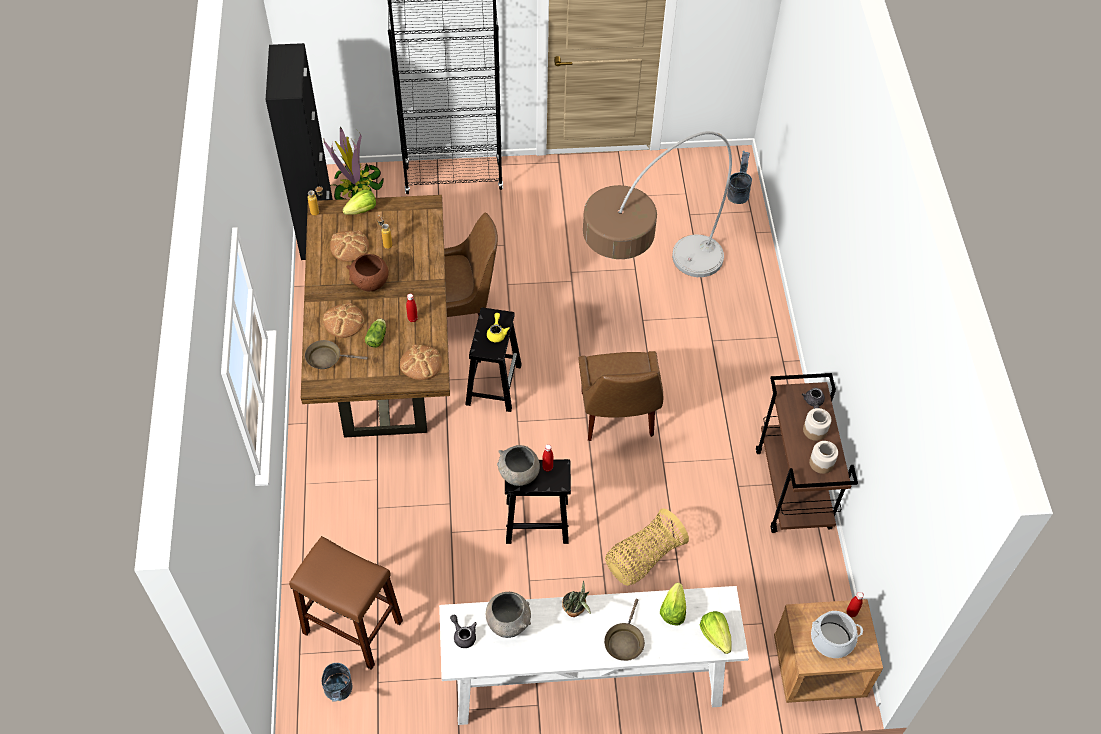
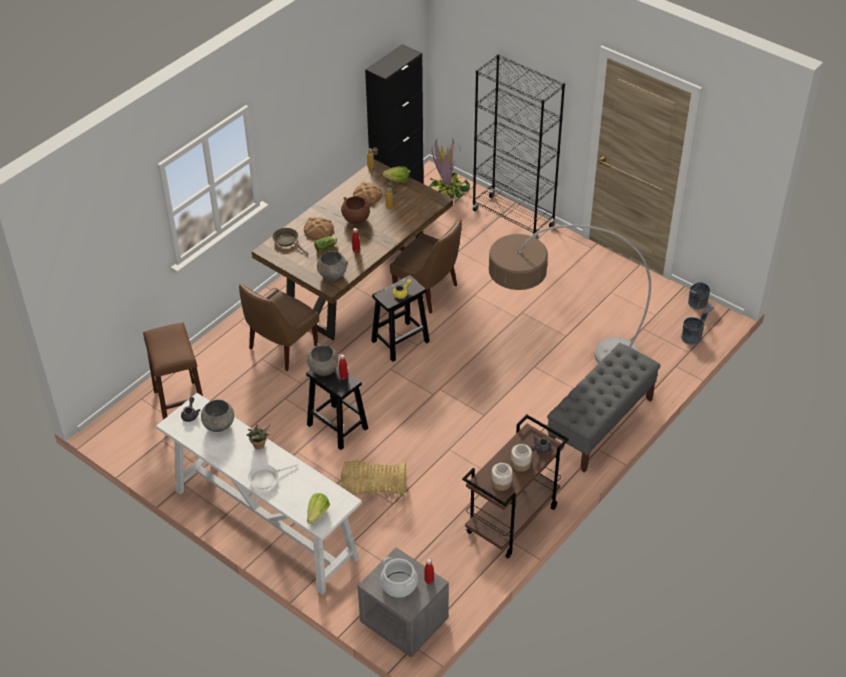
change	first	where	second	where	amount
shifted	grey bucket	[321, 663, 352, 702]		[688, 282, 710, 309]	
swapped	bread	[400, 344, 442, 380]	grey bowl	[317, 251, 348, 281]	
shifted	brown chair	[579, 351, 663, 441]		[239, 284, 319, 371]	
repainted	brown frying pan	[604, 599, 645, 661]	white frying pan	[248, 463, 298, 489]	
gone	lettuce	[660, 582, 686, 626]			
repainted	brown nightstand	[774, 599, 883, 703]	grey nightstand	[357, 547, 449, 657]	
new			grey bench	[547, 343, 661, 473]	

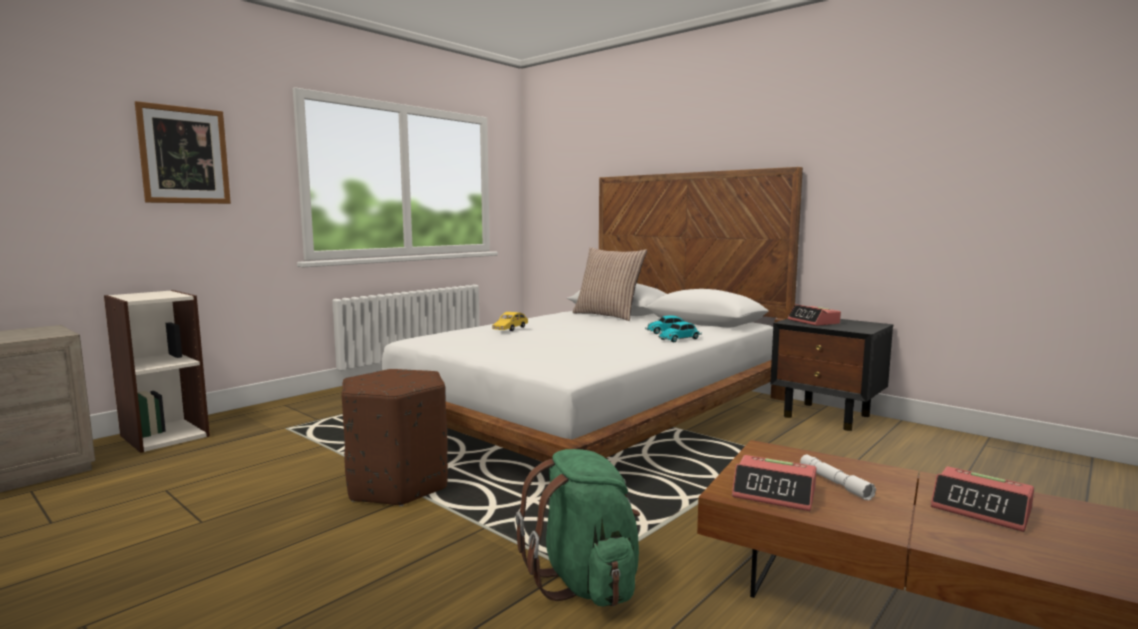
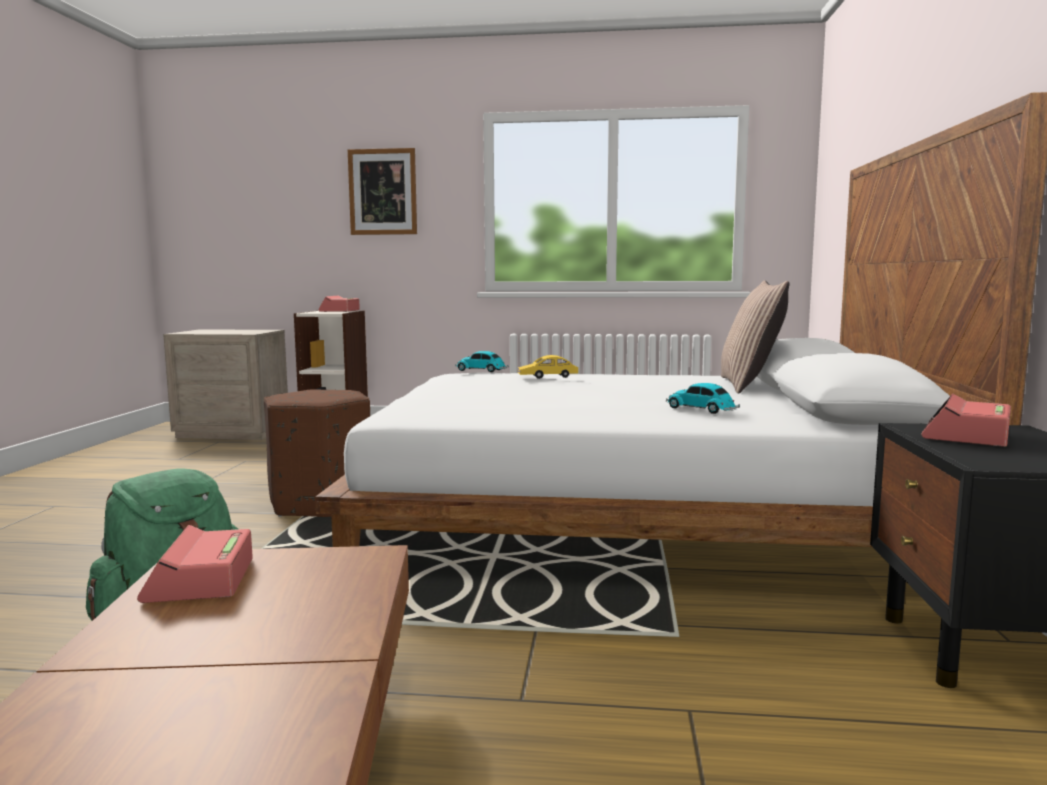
change	first	where	second	where	amount
shifted	toy car	[658, 322, 702, 343]		[455, 351, 509, 372]	
gone	white flashlight	[800, 454, 876, 500]			
shifted	alarm clock	[931, 467, 1034, 532]		[318, 296, 360, 312]	

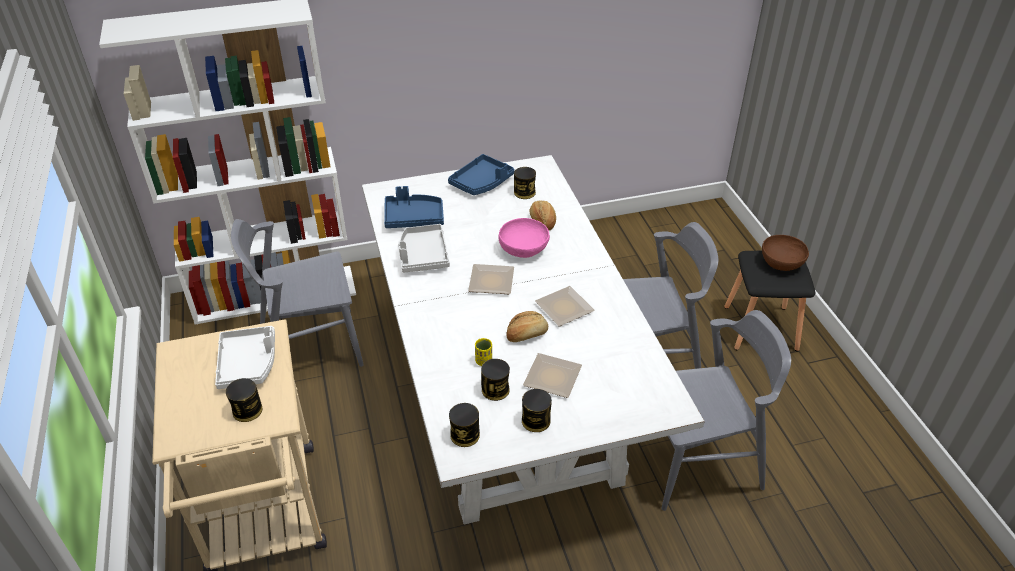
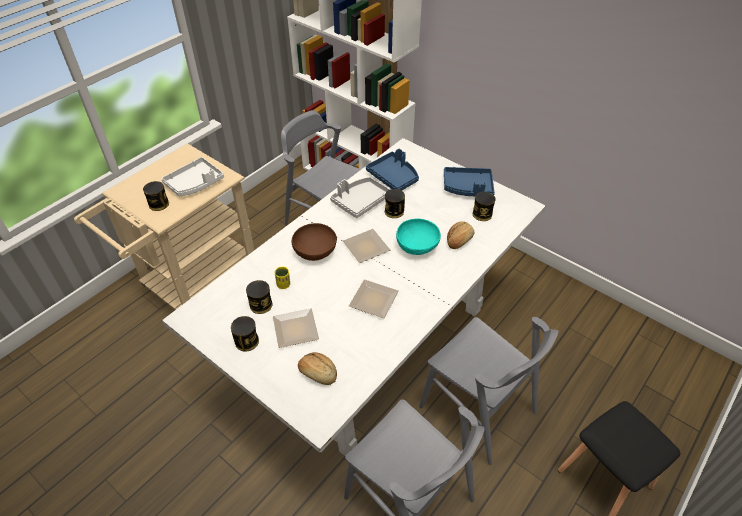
change	first	where	second	where	amount
shifted	can	[449, 403, 480, 447]		[385, 189, 405, 218]	
repainted	pink bowl	[498, 218, 550, 258]	turquoise bowl	[396, 218, 441, 255]	
shifted	bread	[506, 311, 548, 342]		[298, 352, 337, 385]	
shifted	brown bowl	[762, 235, 809, 271]		[292, 223, 337, 261]	

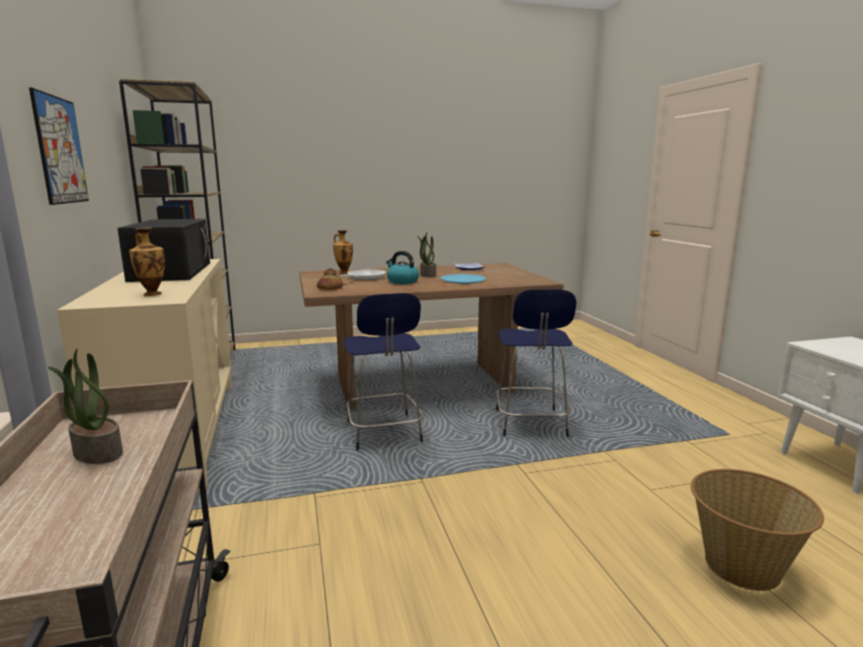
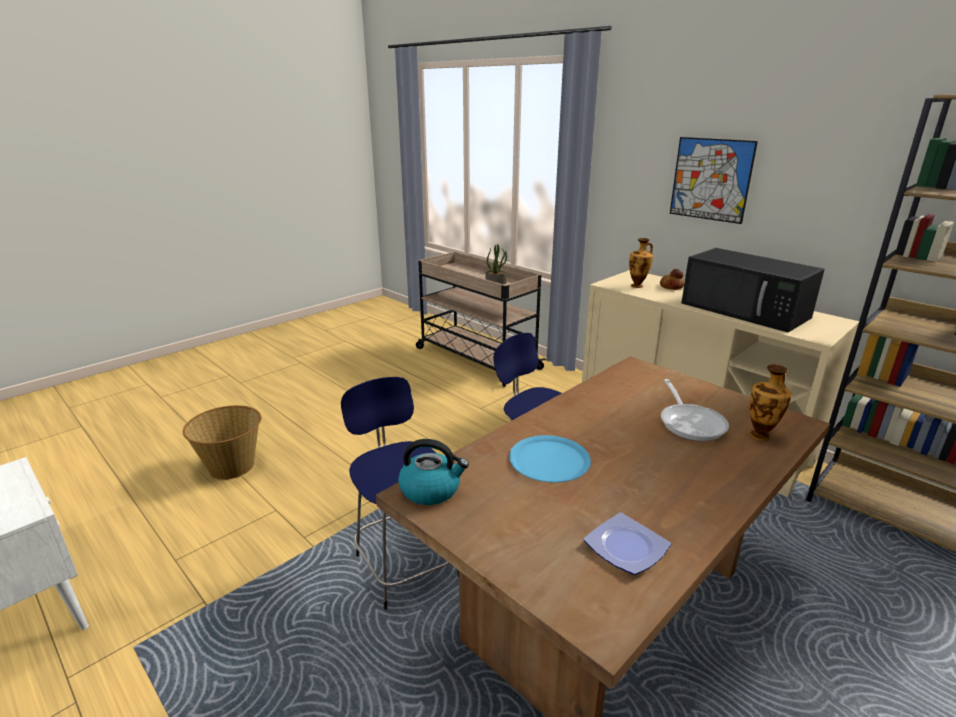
change	first	where	second	where	amount
shifted	bread	[317, 268, 343, 290]		[660, 269, 685, 290]	
shifted	kettle	[386, 251, 419, 284]		[398, 439, 469, 505]	
gone	potted plant	[417, 232, 436, 277]			

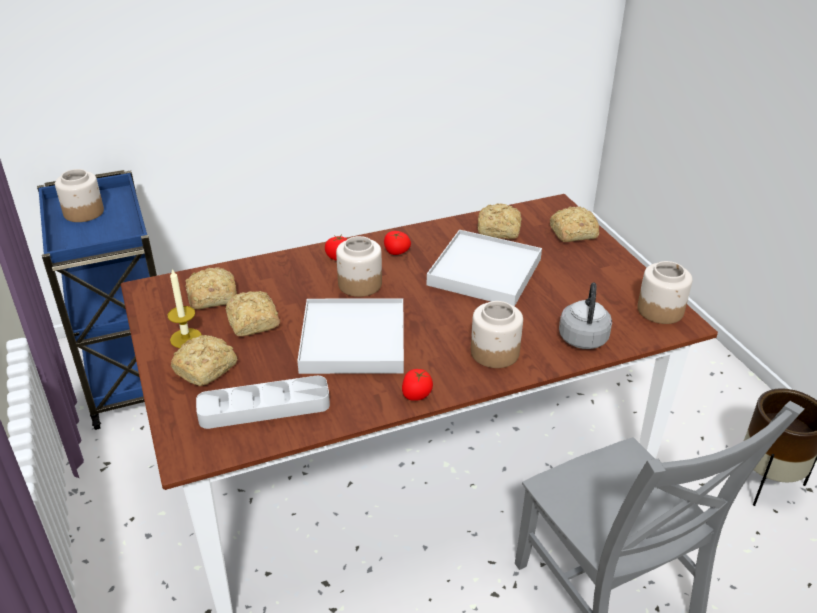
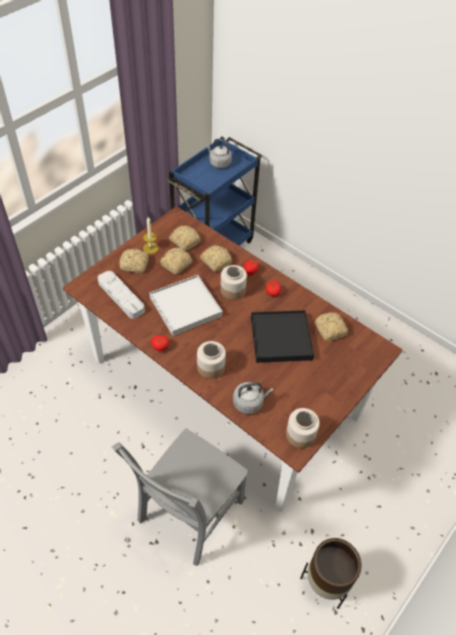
change	first	where	second	where	amount
swapped	jar	[55, 169, 104, 222]	grey kettle	[206, 139, 232, 168]	
repainted	white tray	[427, 230, 542, 306]	black tray	[251, 310, 314, 363]	
shifted	bread	[550, 206, 599, 242]		[200, 245, 232, 272]	

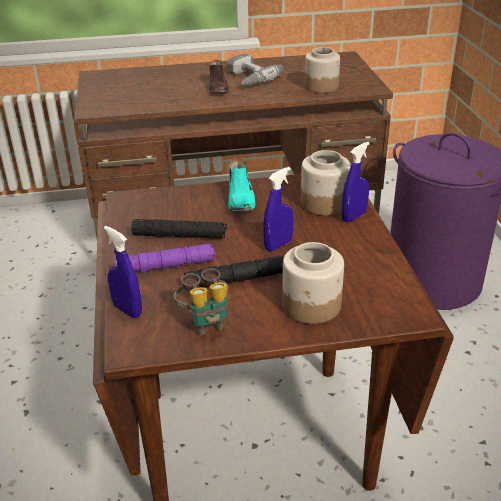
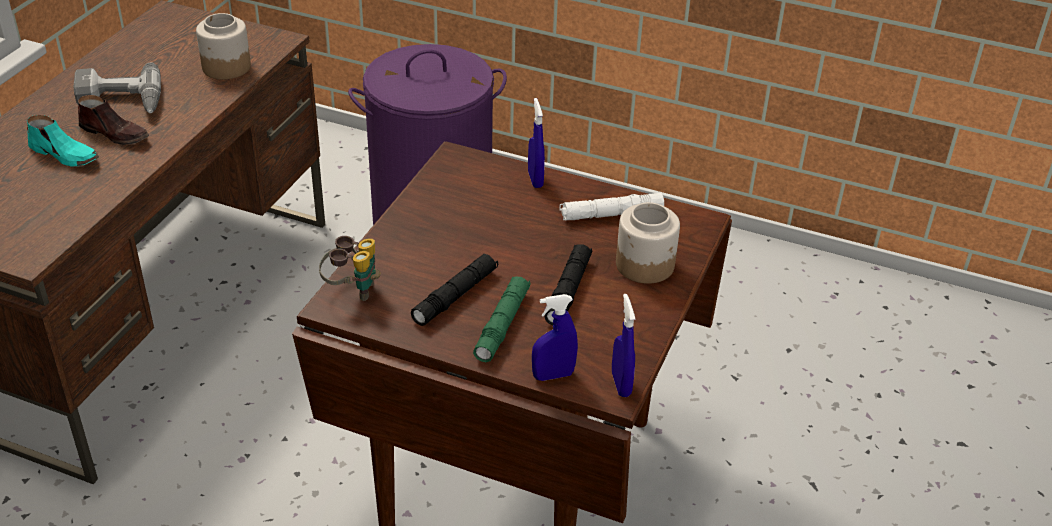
change	first	where	second	where	amount
repainted	purple flashlight	[114, 243, 216, 272]	green flashlight	[473, 277, 531, 362]	
shifted	binoculars	[174, 268, 228, 336]		[319, 236, 381, 301]	
shifted	turquoise shoe	[228, 158, 256, 211]		[27, 115, 99, 166]	
shifted	blue spray bottle	[263, 167, 293, 251]		[612, 294, 635, 397]	
gone	jar	[301, 150, 351, 215]			
new			white flashlight	[559, 193, 664, 220]	

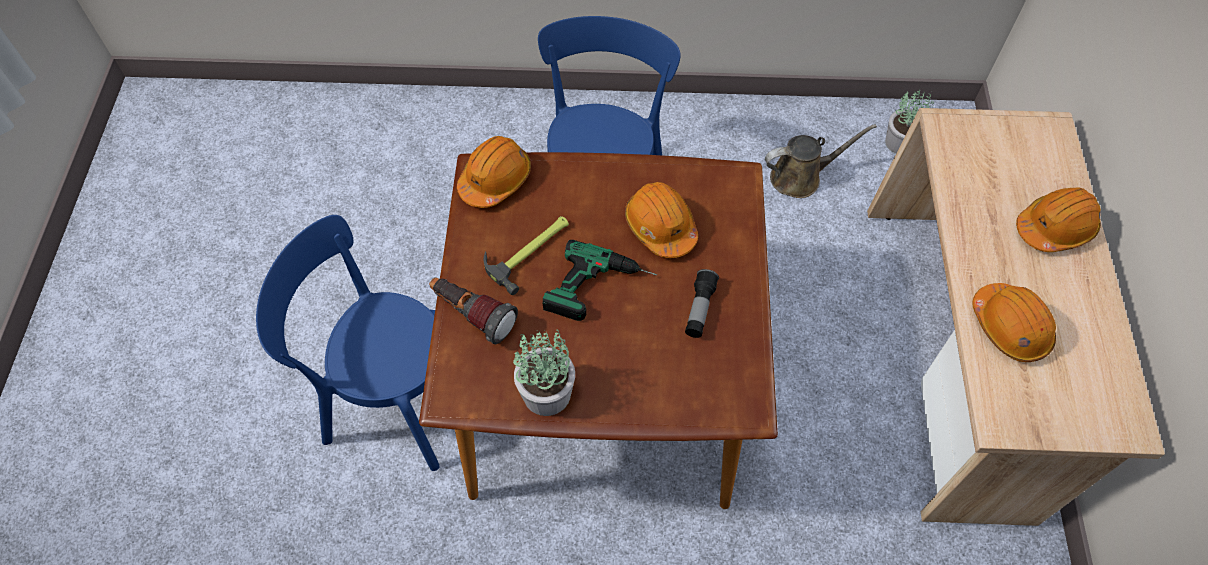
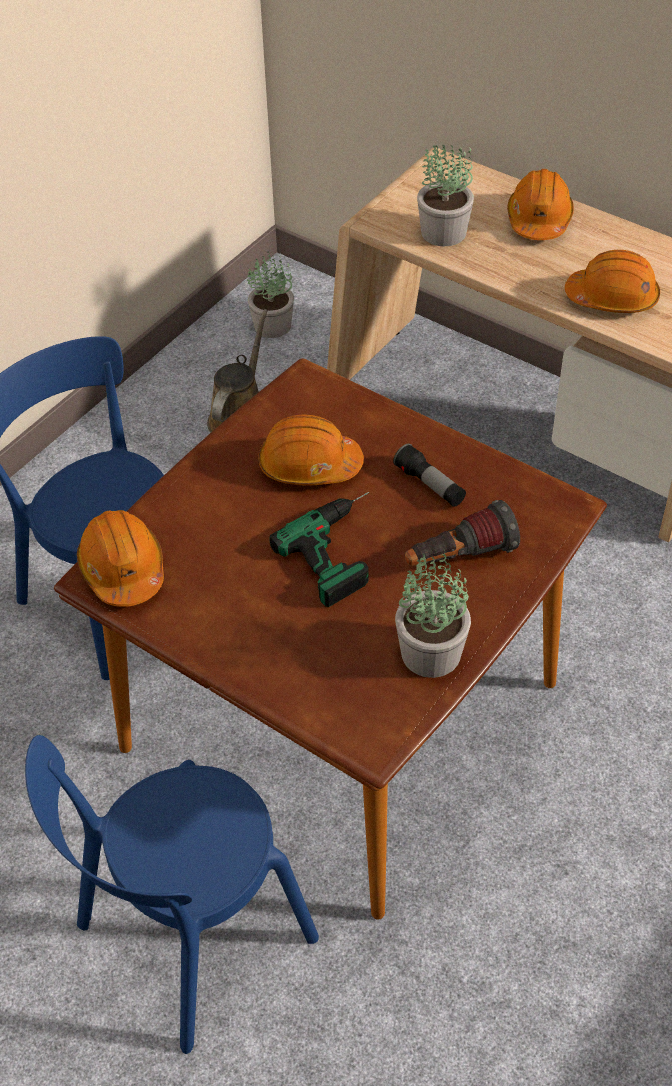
change	first	where	second	where	amount
shifted	flashlight	[429, 277, 518, 344]		[405, 500, 520, 566]	
gone	hammer	[484, 216, 569, 295]			
new			potted plant	[417, 144, 474, 246]	

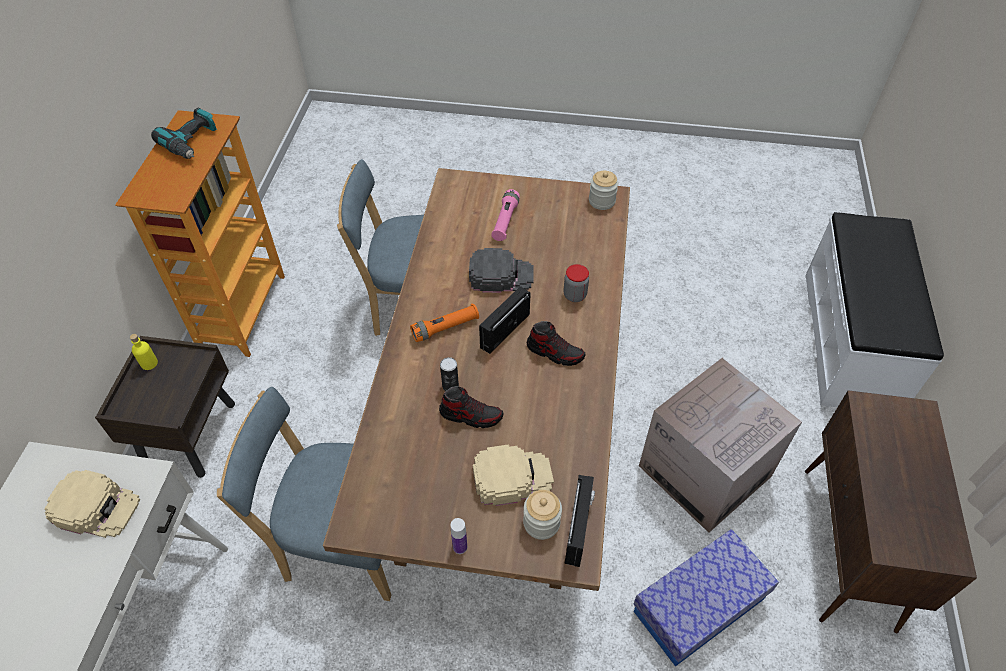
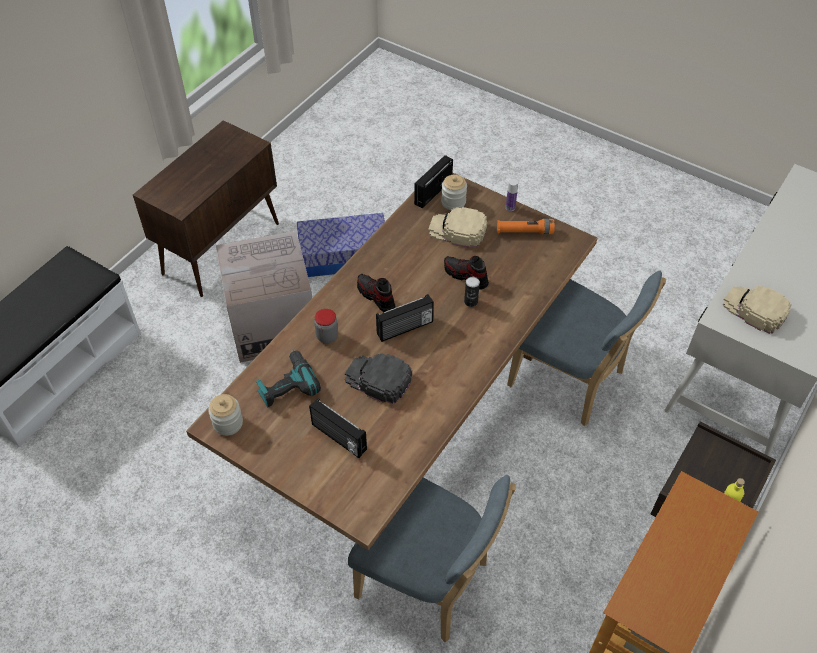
change	first	where	second	where	amount
shifted	power drill	[151, 107, 217, 159]		[256, 349, 321, 407]	
shifted	orange flashlight	[410, 303, 479, 342]		[497, 219, 555, 235]	
swapped	pink flashlight	[491, 189, 520, 241]	radio	[309, 398, 367, 458]	

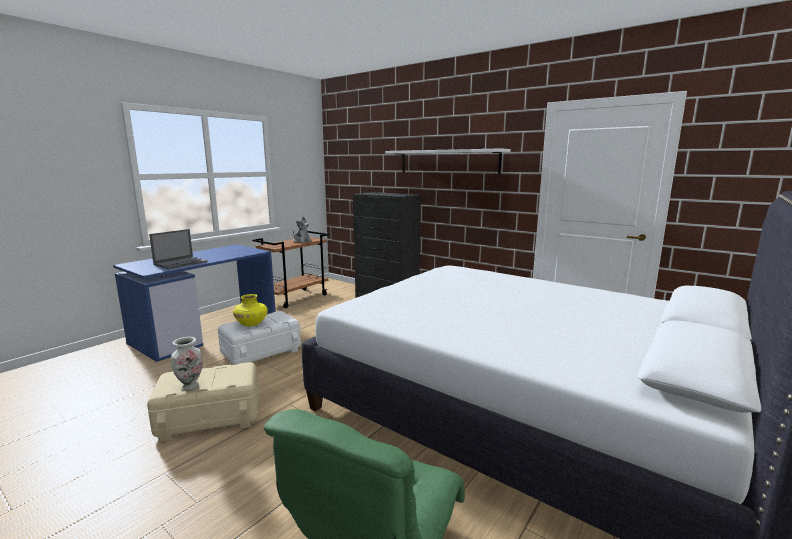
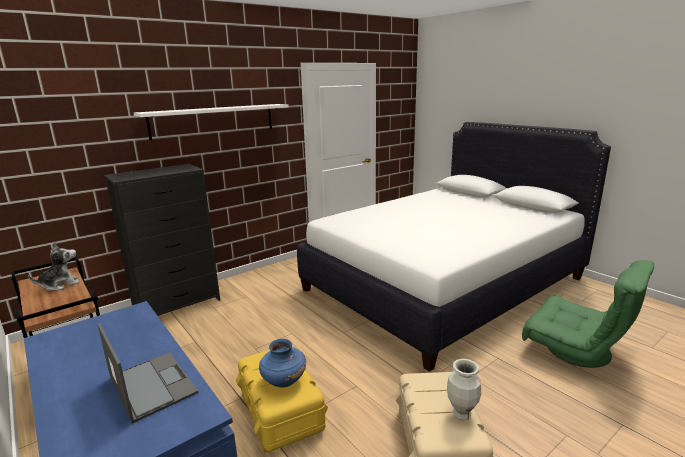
change	first	where	second	where	amount
repainted	white storage box	[218, 311, 301, 365]	yellow storage box	[236, 350, 328, 453]	
repainted	yellow vase	[233, 294, 268, 326]	blue vase	[259, 339, 306, 387]	

